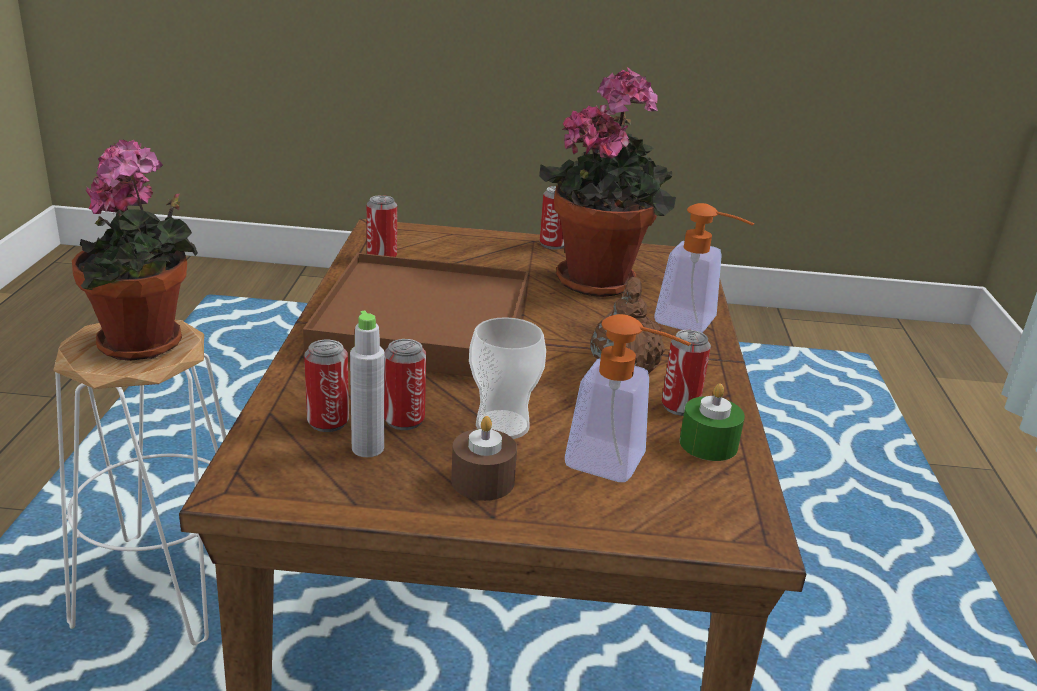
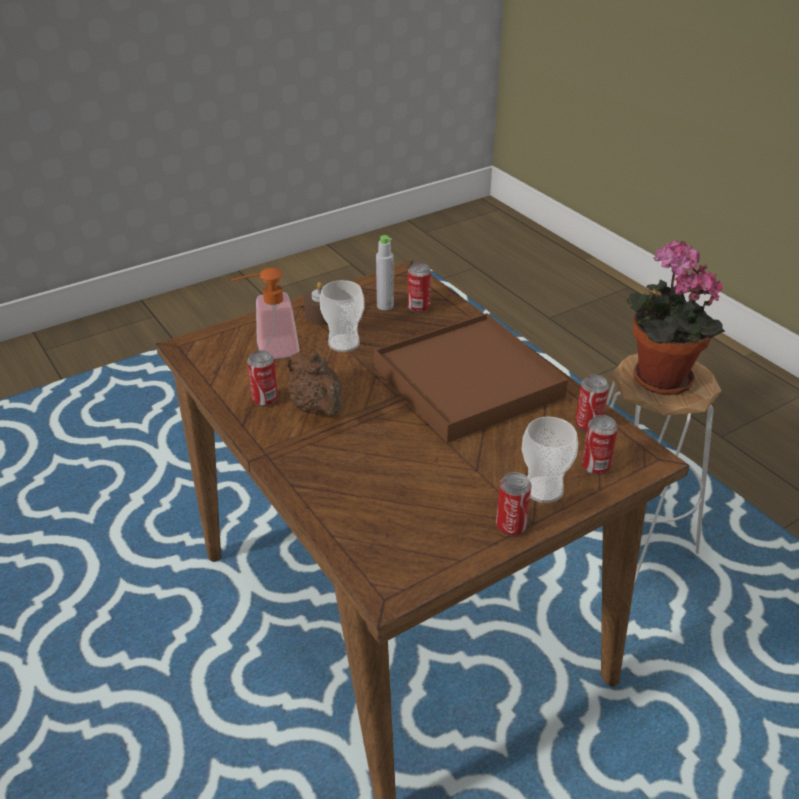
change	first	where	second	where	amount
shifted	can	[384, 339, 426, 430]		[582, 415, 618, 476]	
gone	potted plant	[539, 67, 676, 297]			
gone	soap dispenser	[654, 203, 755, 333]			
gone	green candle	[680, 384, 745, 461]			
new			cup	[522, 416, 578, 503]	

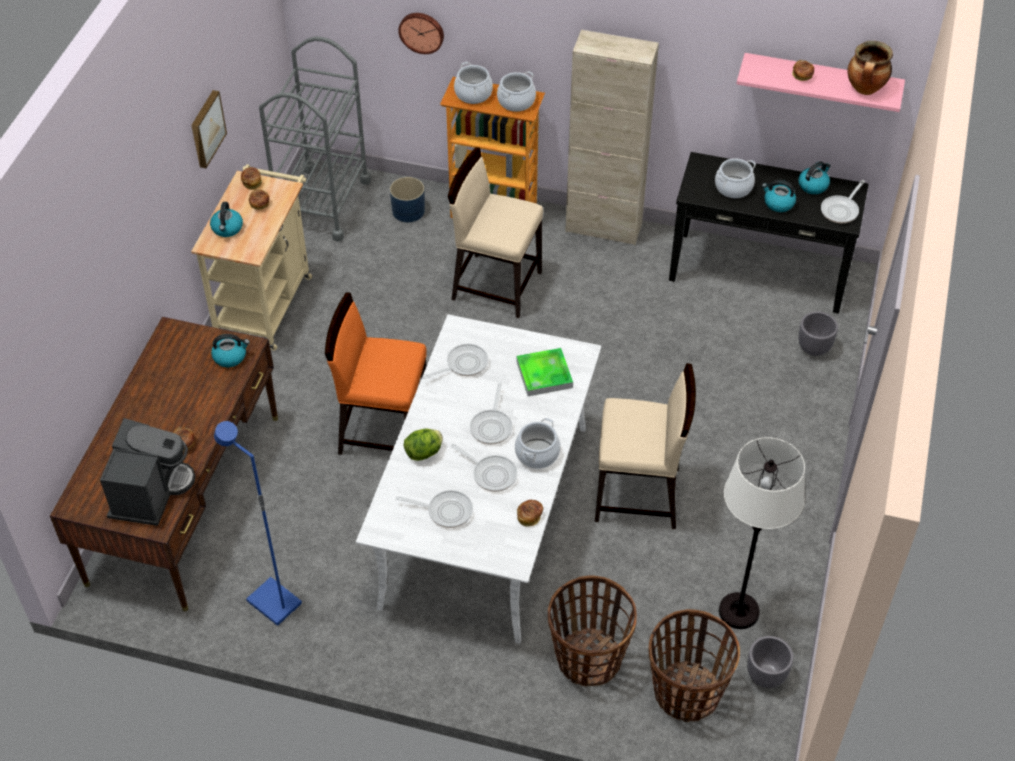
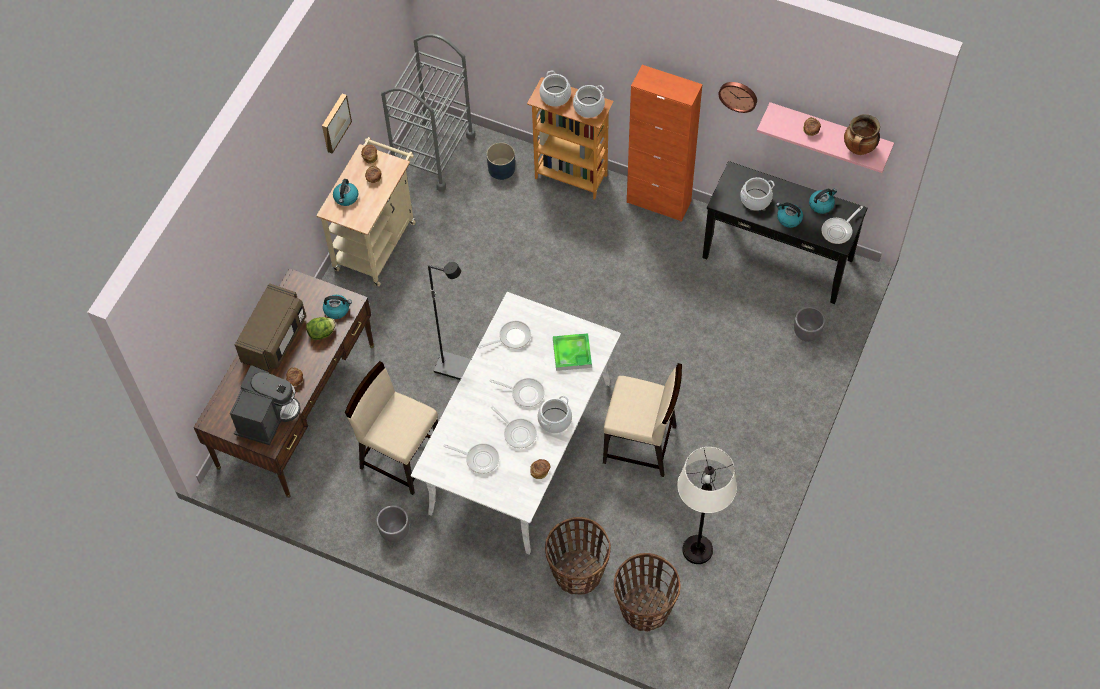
change	first	where	second	where	amount
gone	blue floor lamp	[214, 421, 302, 626]			
swapped	orange chair	[325, 293, 427, 455]	black floor lamp	[428, 262, 471, 380]	
shifted	wall clock	[398, 13, 444, 54]		[718, 82, 757, 113]	
shifted	lettuce	[404, 429, 443, 461]		[306, 317, 336, 340]	
shifted	beige chair	[448, 147, 543, 318]		[345, 361, 438, 495]	
rotated	frying pan	[470, 383, 513, 444]		[489, 378, 544, 407]	90 degrees counterclockwise
repainted	beige cabinet	[565, 30, 659, 245]	orange cabinet	[627, 65, 702, 222]	
shifted	grey planter	[747, 636, 793, 688]		[376, 505, 409, 542]	
new			brown microwave	[235, 283, 306, 371]	

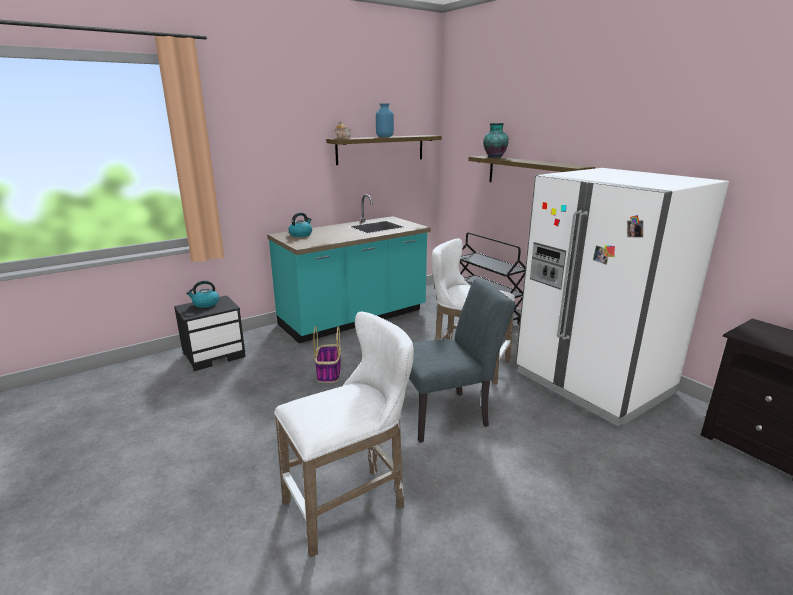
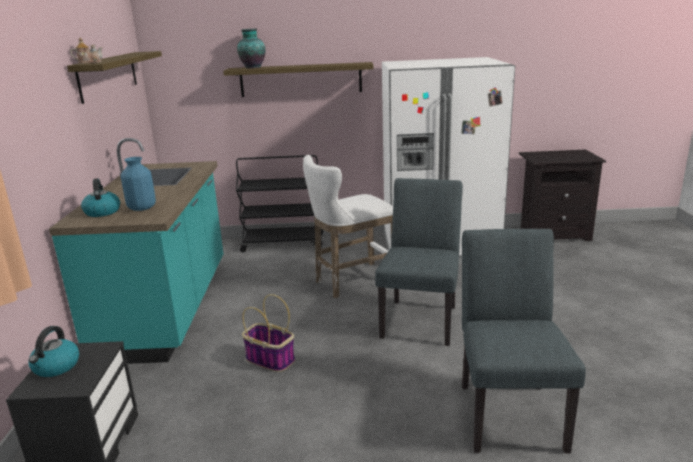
change	first	where	second	where	amount
swapped	white stool	[274, 312, 414, 558]	grey chair	[462, 229, 586, 453]	
shifted	blue vase	[376, 103, 394, 137]		[121, 157, 156, 211]	

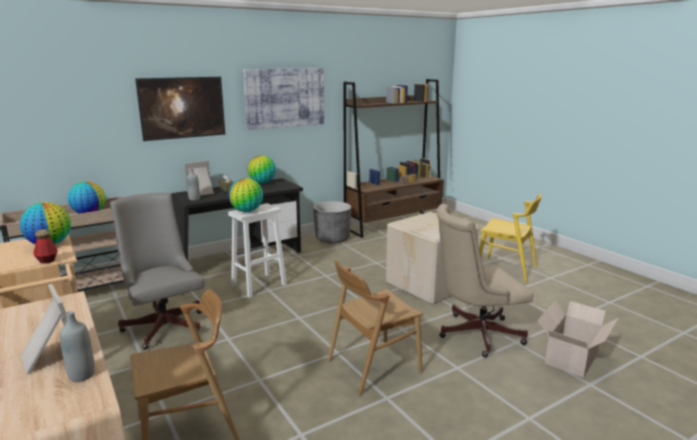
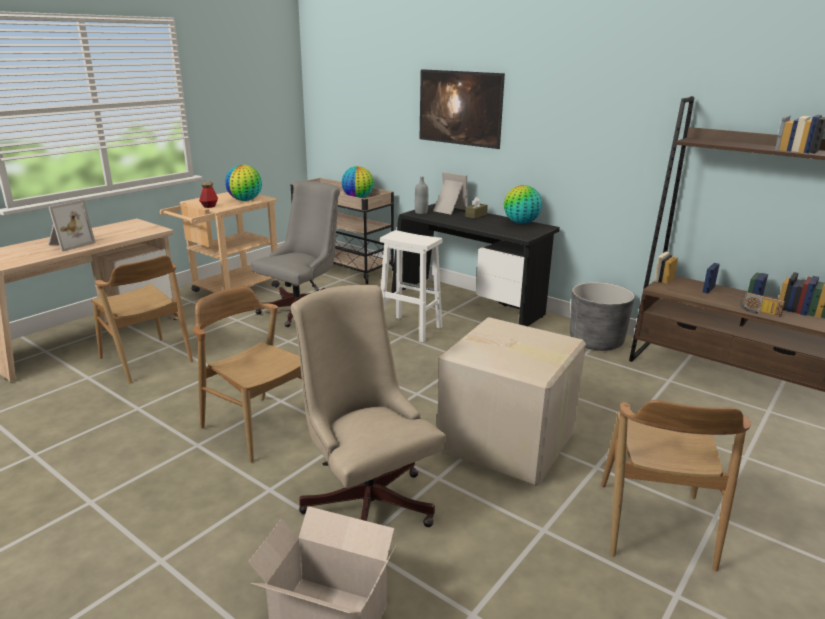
change	first	where	second	where	amount
gone	grey bottle	[60, 311, 95, 382]			
gone	globe	[229, 178, 263, 212]			
gone	picture	[243, 68, 324, 130]			
repainted	yellow chair	[479, 194, 542, 283]	brown chair	[601, 400, 751, 571]	

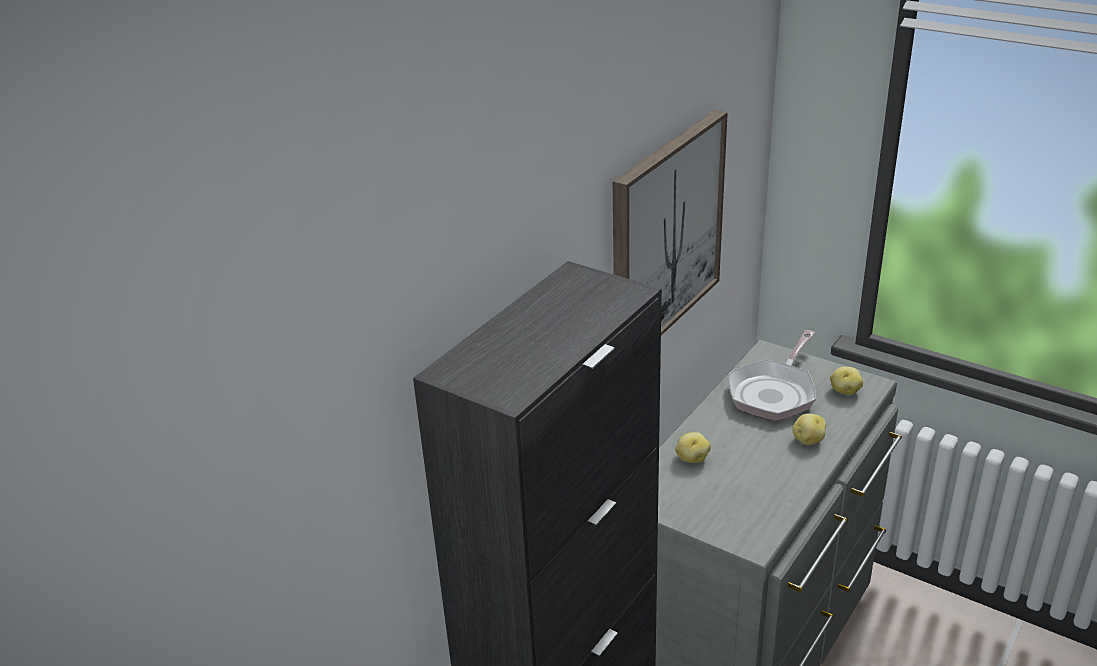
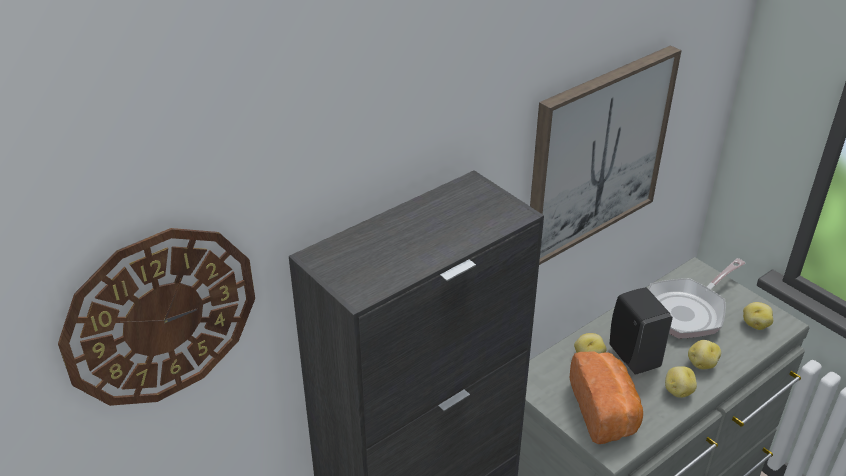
change	first	where	second	where	amount
new			wall clock	[58, 228, 255, 406]	
new			bread	[570, 351, 643, 444]	
new			black soap dispenser	[610, 287, 673, 375]	
new			potato	[665, 366, 697, 398]	

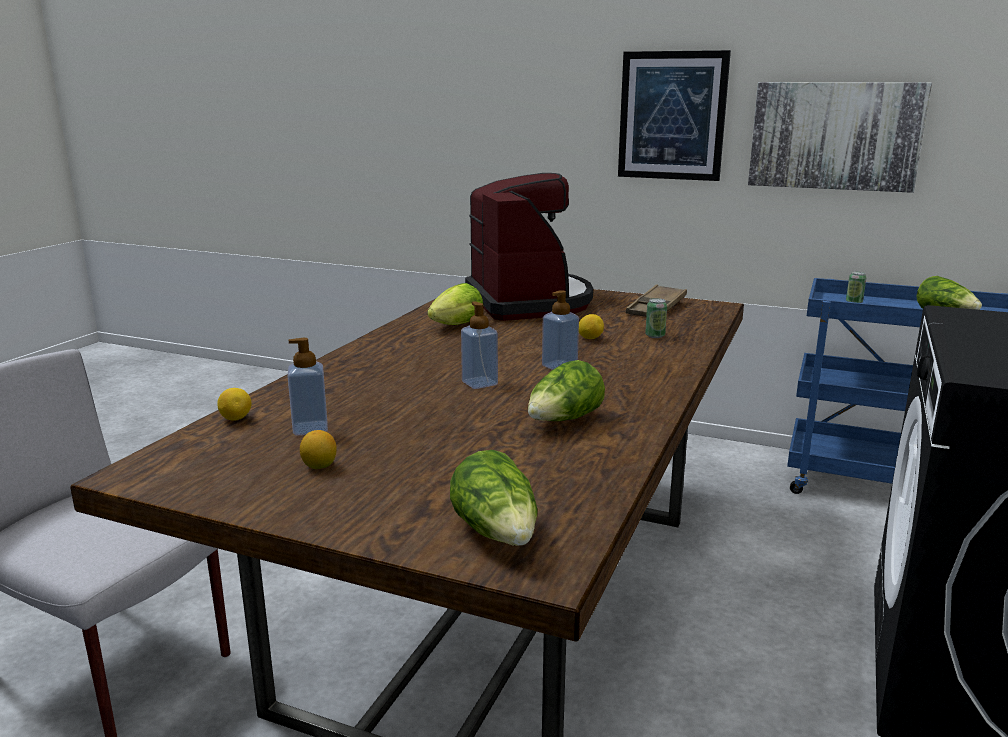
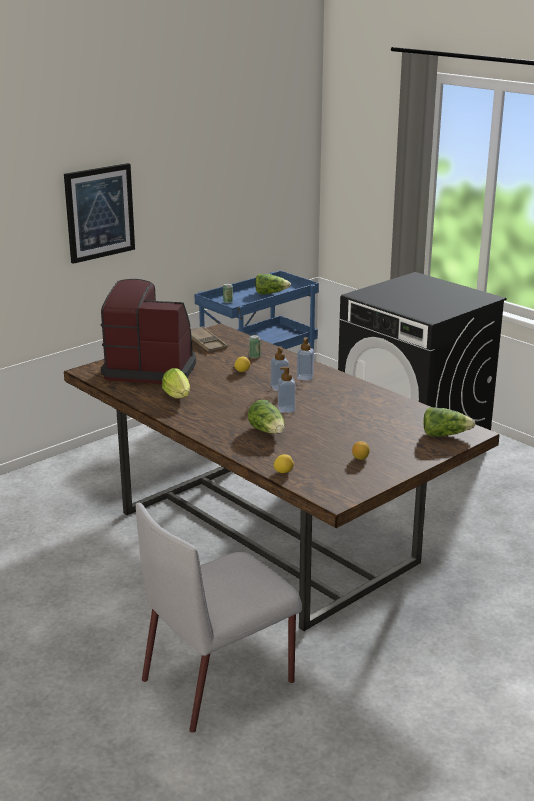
change	first	where	second	where	amount
shifted	soap dispenser	[288, 338, 328, 435]		[297, 337, 314, 381]	
shifted	lettuce	[528, 360, 605, 421]		[248, 399, 284, 434]	
gone	picture	[748, 82, 932, 193]			

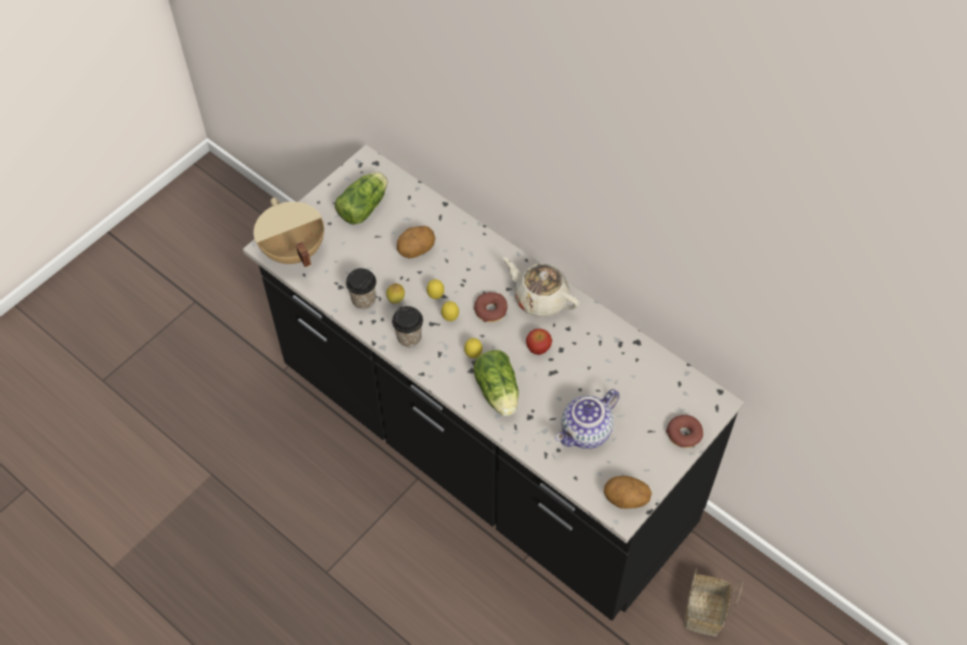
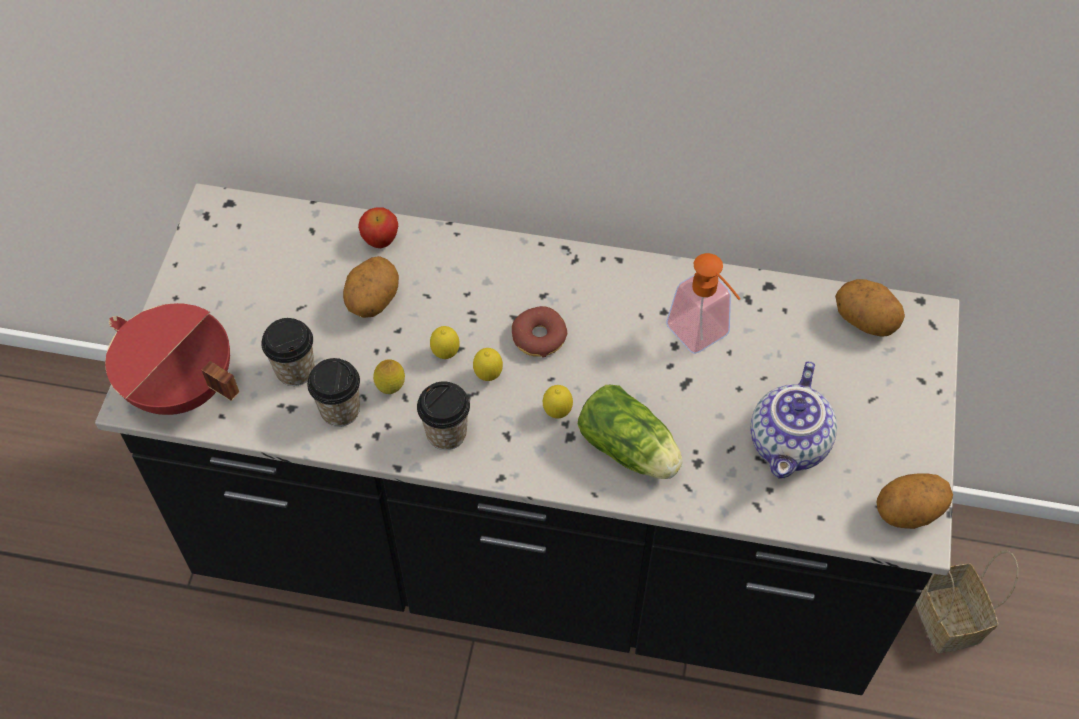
change	first	where	second	where	amount
repainted	beige cooking pot	[254, 198, 324, 268]	red cooking pot	[105, 303, 240, 415]	
gone	lettuce	[335, 172, 387, 225]			
gone	beige teapot	[503, 257, 579, 317]			
shifted	apple	[526, 329, 552, 355]		[358, 207, 398, 248]	
gone	donut	[666, 415, 703, 448]			
new			cup	[261, 318, 315, 386]	
new			soap dispenser	[666, 253, 741, 354]	
new			potato	[835, 279, 905, 337]	

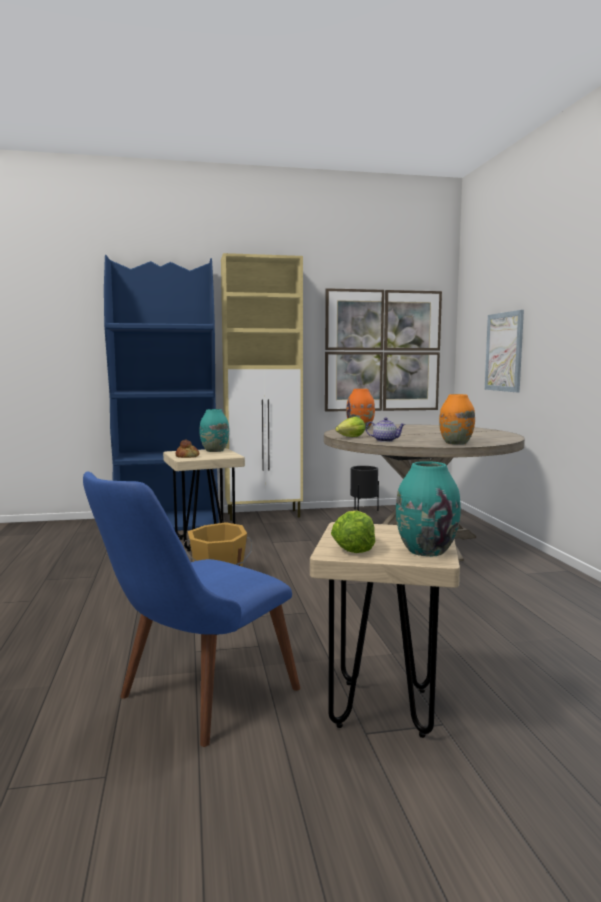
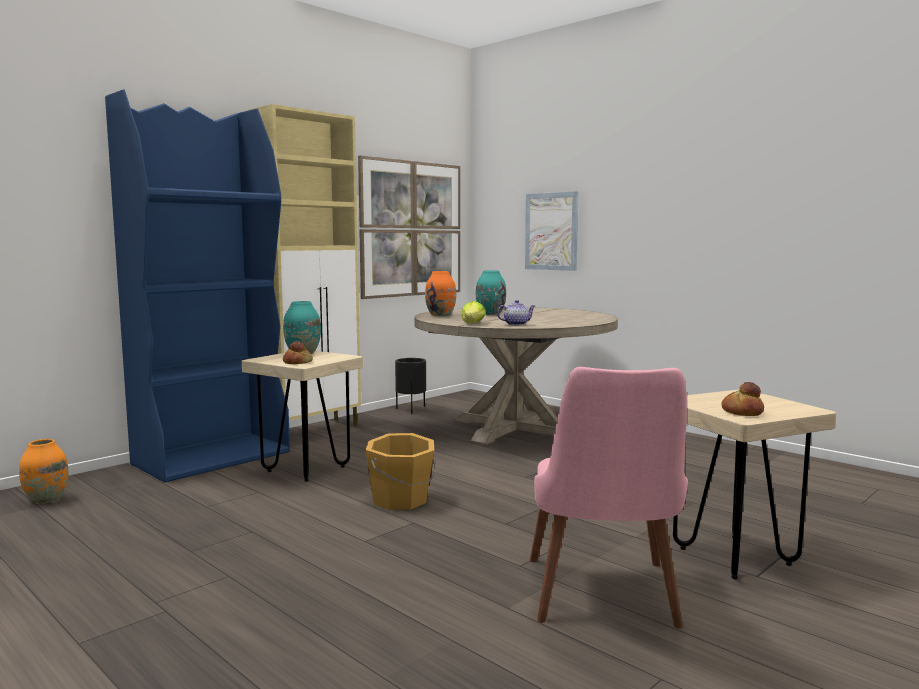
change	first	where	second	where	amount
repainted	blue chair	[83, 471, 300, 747]	pink chair	[530, 367, 688, 628]	
swapped	lettuce	[331, 510, 375, 553]	bread	[721, 382, 764, 416]	
shifted	turquoise vase	[396, 461, 461, 557]		[476, 270, 506, 315]	
shifted	orange vase	[439, 394, 475, 445]		[19, 439, 68, 504]	

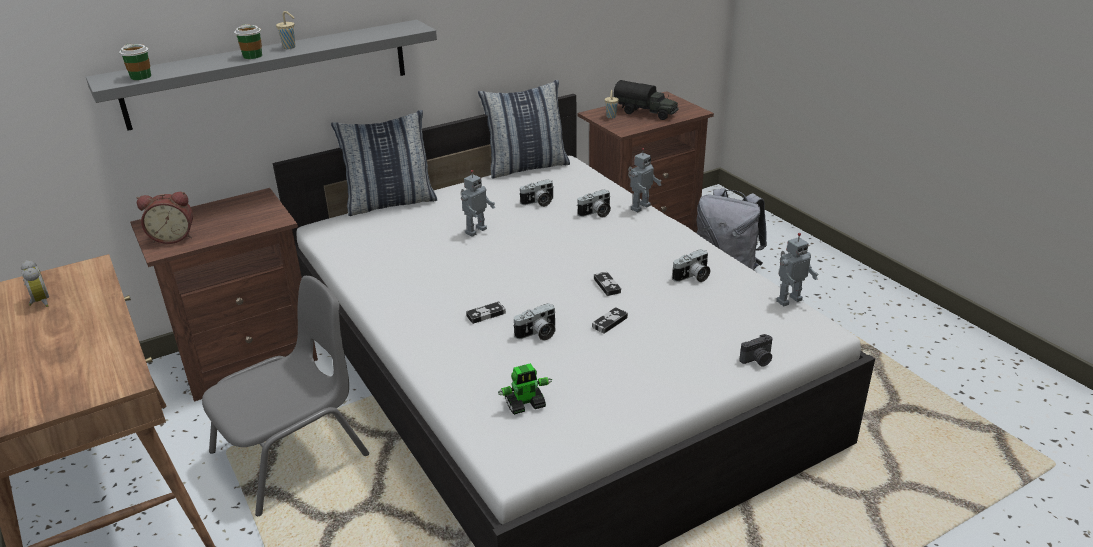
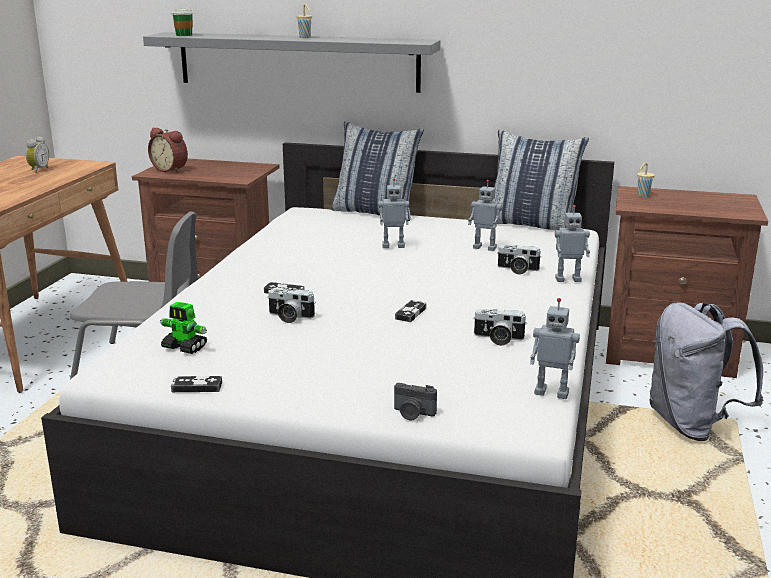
change	first	where	second	where	amount
gone	cup	[234, 24, 262, 59]			
swapped	photo camera	[519, 179, 553, 207]	toy robot	[468, 180, 502, 251]	
shifted	game controller	[592, 307, 628, 334]		[171, 376, 222, 392]	
gone	toy truck	[614, 80, 679, 120]			

